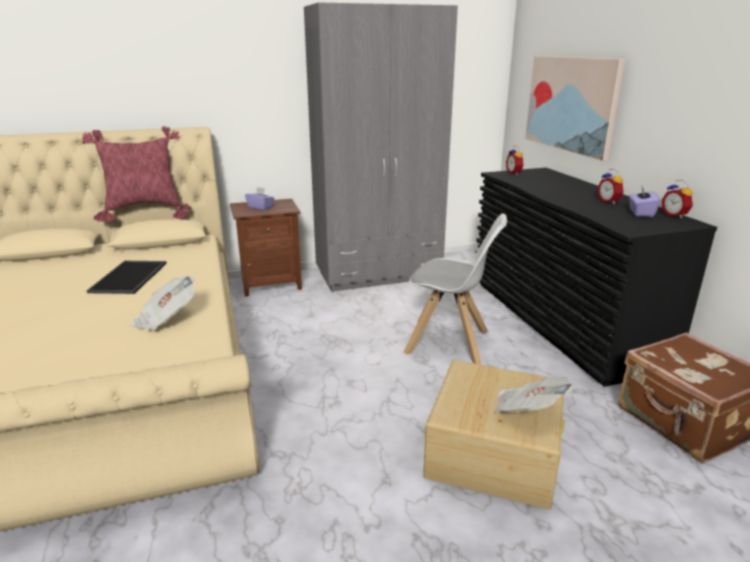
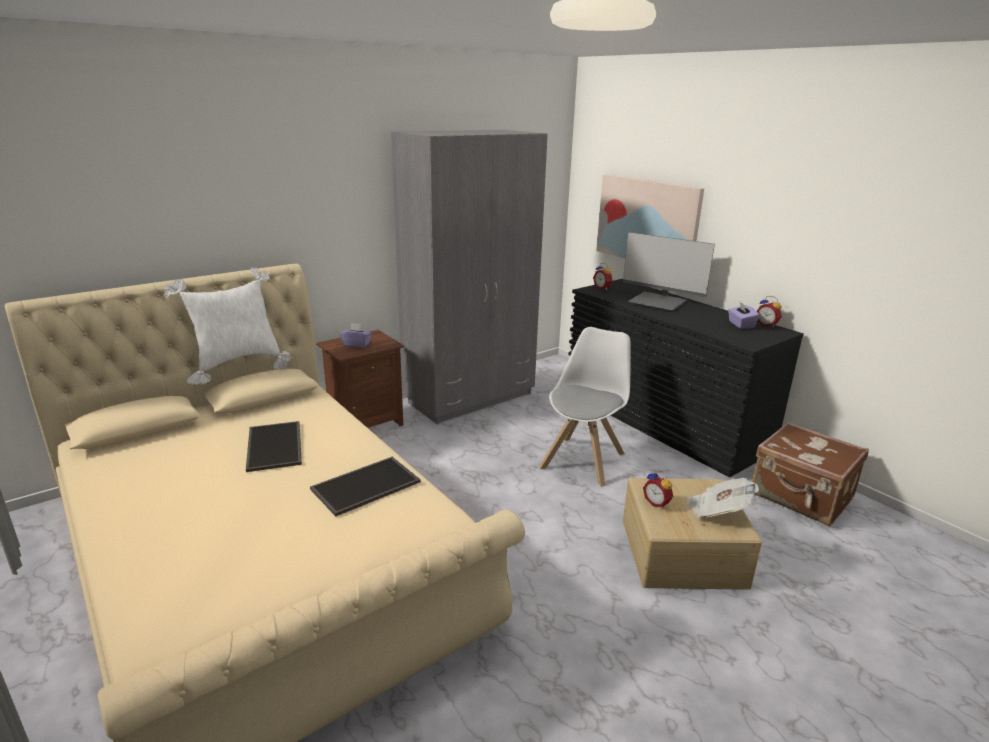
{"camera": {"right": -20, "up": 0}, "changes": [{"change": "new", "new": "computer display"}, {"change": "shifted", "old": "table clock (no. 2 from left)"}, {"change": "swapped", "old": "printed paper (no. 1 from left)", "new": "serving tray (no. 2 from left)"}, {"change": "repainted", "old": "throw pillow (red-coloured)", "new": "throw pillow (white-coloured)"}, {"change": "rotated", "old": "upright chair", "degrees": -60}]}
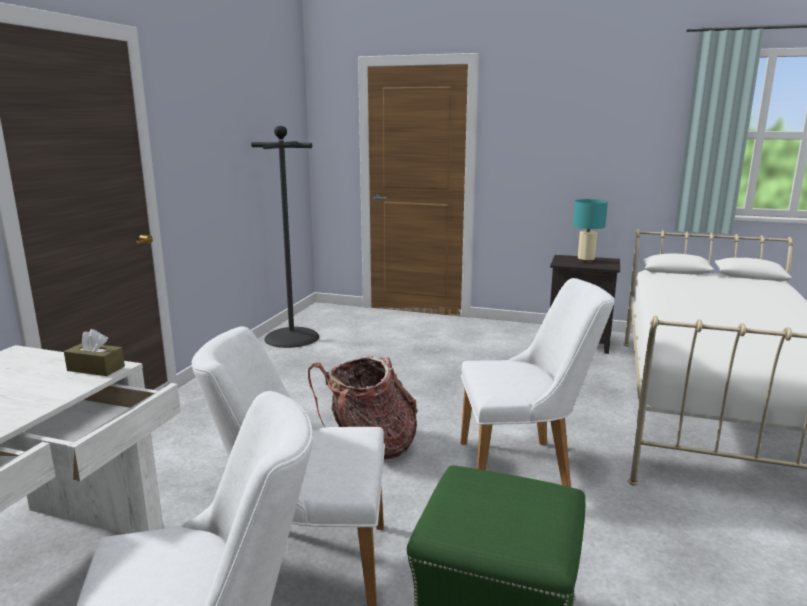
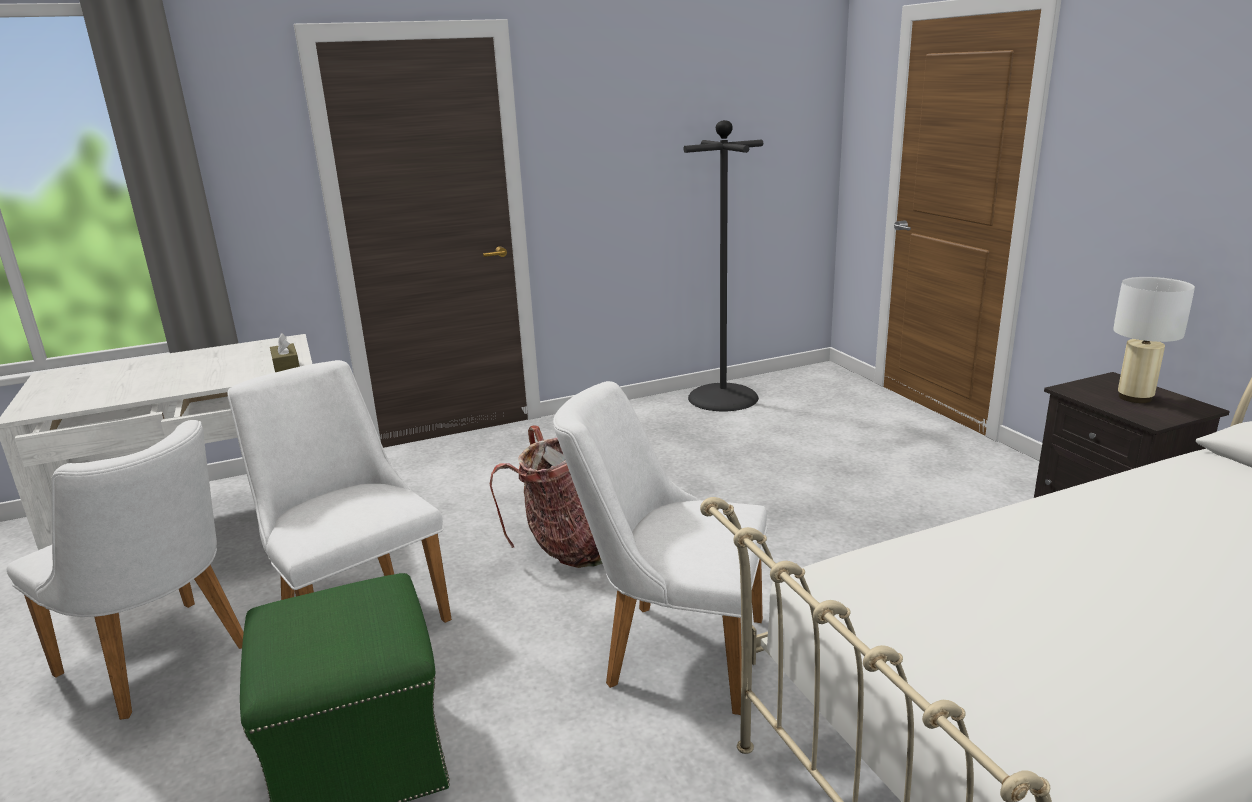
{"camera": {"right": 50, "up": 5}, "changes": [{"change": "repainted", "old": "lamp for a table (turquoise)", "new": "lamp for a table (white-coloured)"}, {"change": "rotated", "old": "upright chair (white-coloured) (no. 3 from left)", "degrees": 150}]}
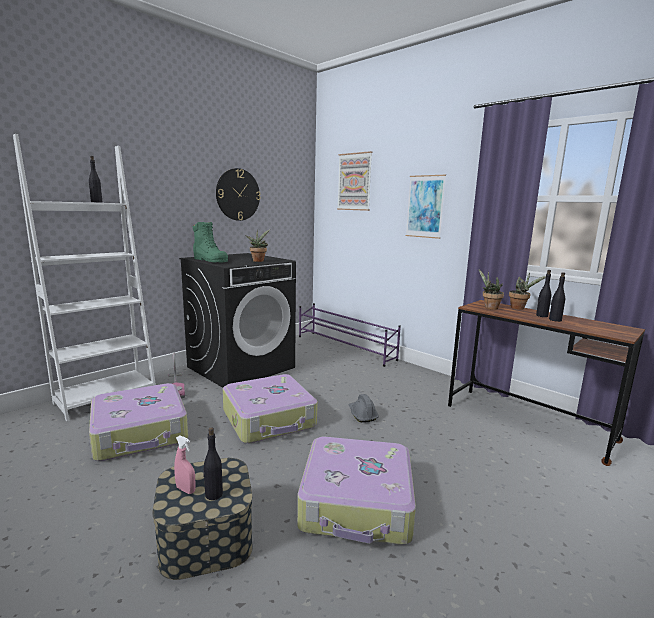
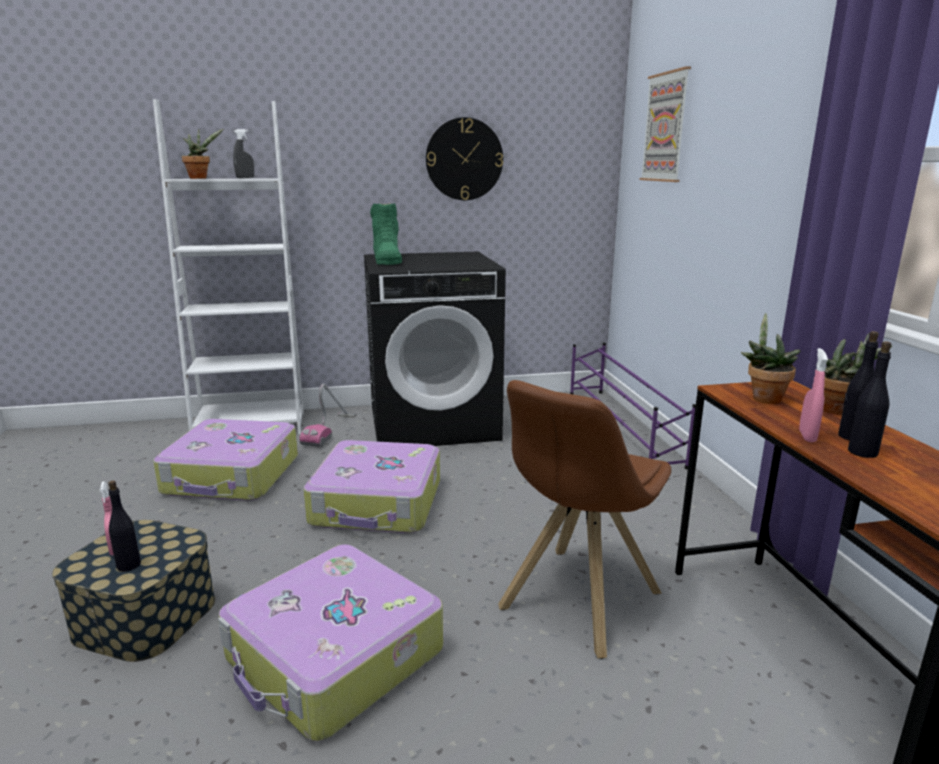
{"camera": {"right": 35, "up": 5}, "changes": [{"change": "gone", "old": "hard hat (greyish)"}, {"change": "gone", "old": "wall art (no. 2 from left)"}, {"change": "new", "new": "upright chair (brown-coloured)"}, {"change": "new", "new": "spray bottle (pink) (no. 2 from left)"}, {"change": "shifted", "old": "potted plant (no. 1 from left)"}, {"change": "swapped", "old": "beverage bottle (blackish) (no. 1 from left)", "new": "spray bottle (greyish)"}]}
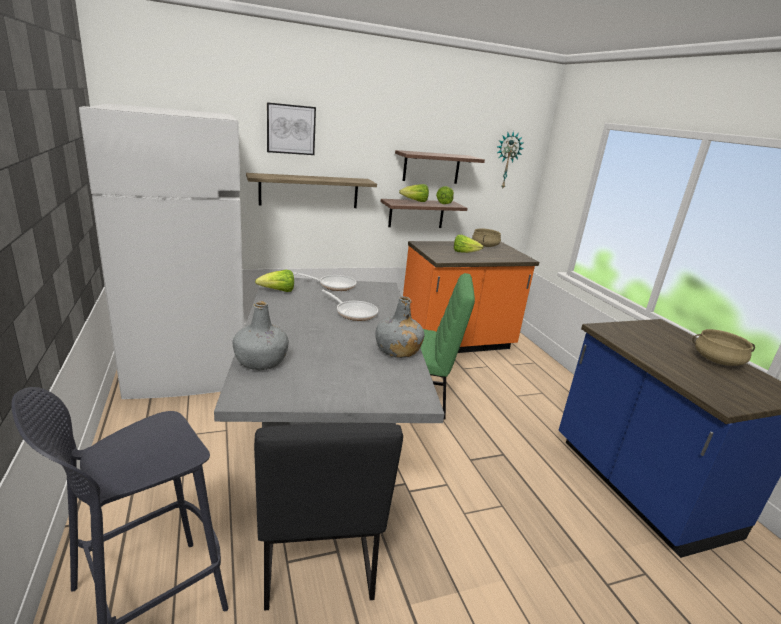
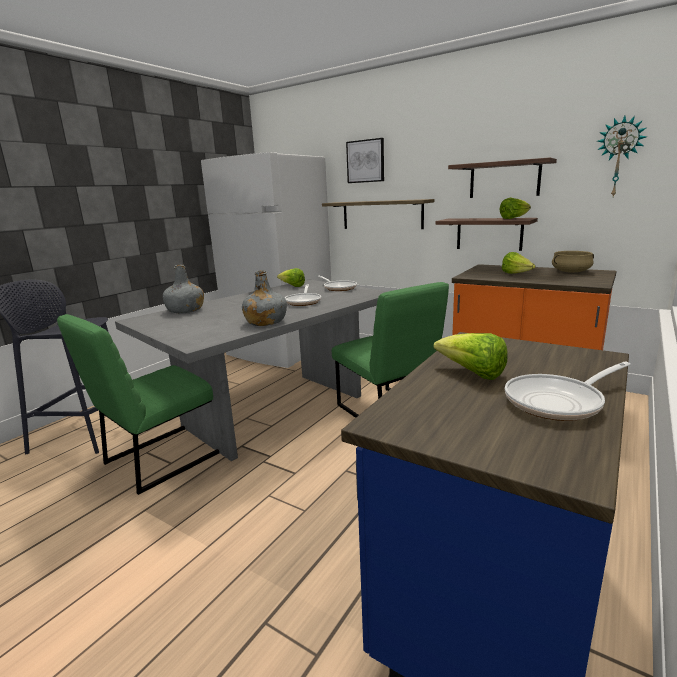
{"camera": {"right": 55, "up": -5}, "changes": [{"change": "shifted", "old": "lettuce (no. 2 from left)"}, {"change": "swapped", "old": "stockpot (beige-coloured) (no. 2 from left)", "new": "pan (no. 3 from left)"}, {"change": "repainted", "old": "upright chair (blackish)", "new": "upright chair (green) (no. 1 from left)"}]}
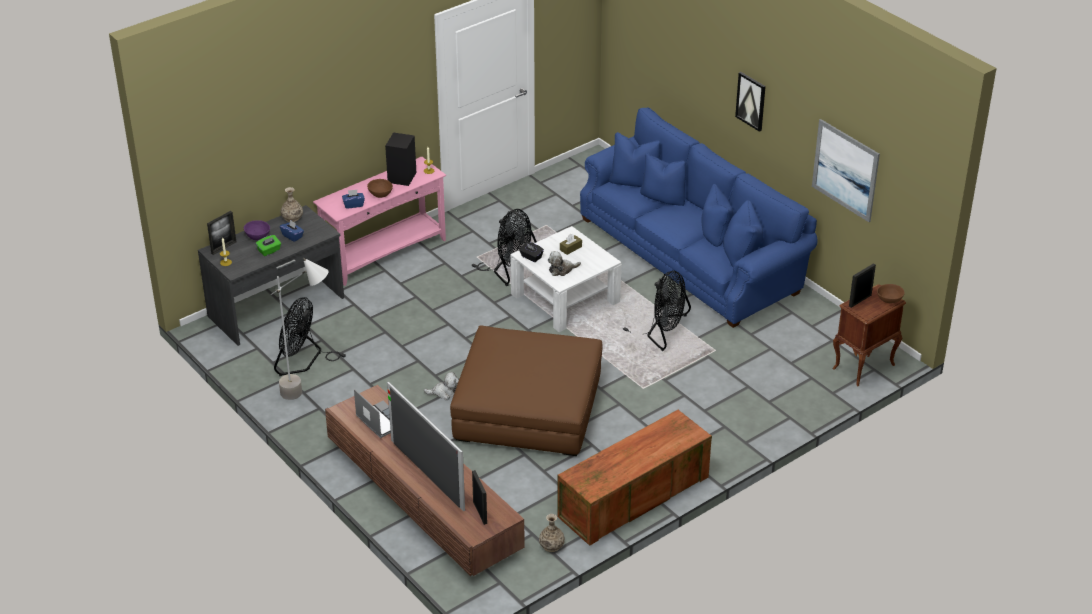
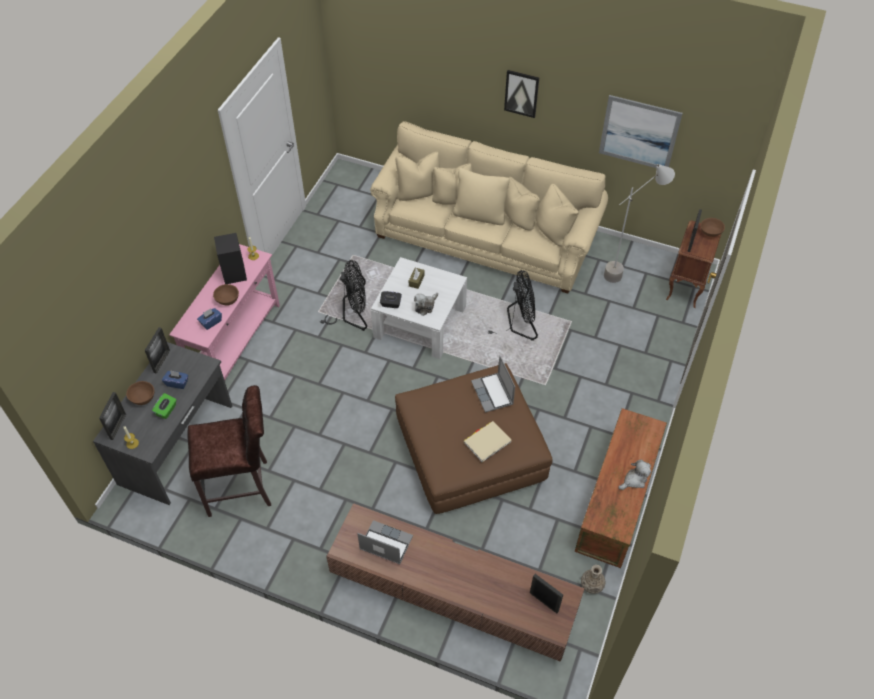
{"camera": {"right": -30, "up": 15}, "changes": [{"change": "gone", "old": "TV"}, {"change": "new", "new": "throw pillow (beige-coloured)"}, {"change": "new", "new": "book (beige-coloured)"}, {"change": "new", "new": "notebook computer (no. 2 from left)"}, {"change": "shifted", "old": "floor lamp (greyish)"}, {"change": "shifted", "old": "plush toy (no. 1 from left in the first image)", "new": "plush toy (no. 2 from left)"}, {"change": "swapped", "old": "fan (blackish) (no. 1 from left)", "new": "stool (brown-coloured)"}, {"change": "swapped", "old": "flower vase (no. 1 from left)", "new": "picture frame (no. 2 from left)"}, {"change": "repainted", "old": "deep dish (purple)", "new": "deep dish (brown-coloured) (no. 1 from left)"}, {"change": "repainted", "old": "settee (bluish)", "new": "settee (beige-coloured)"}]}
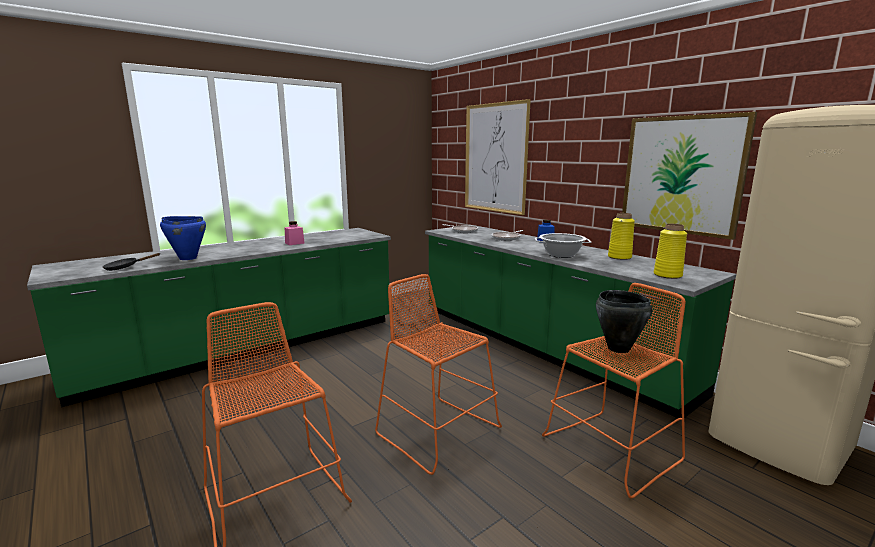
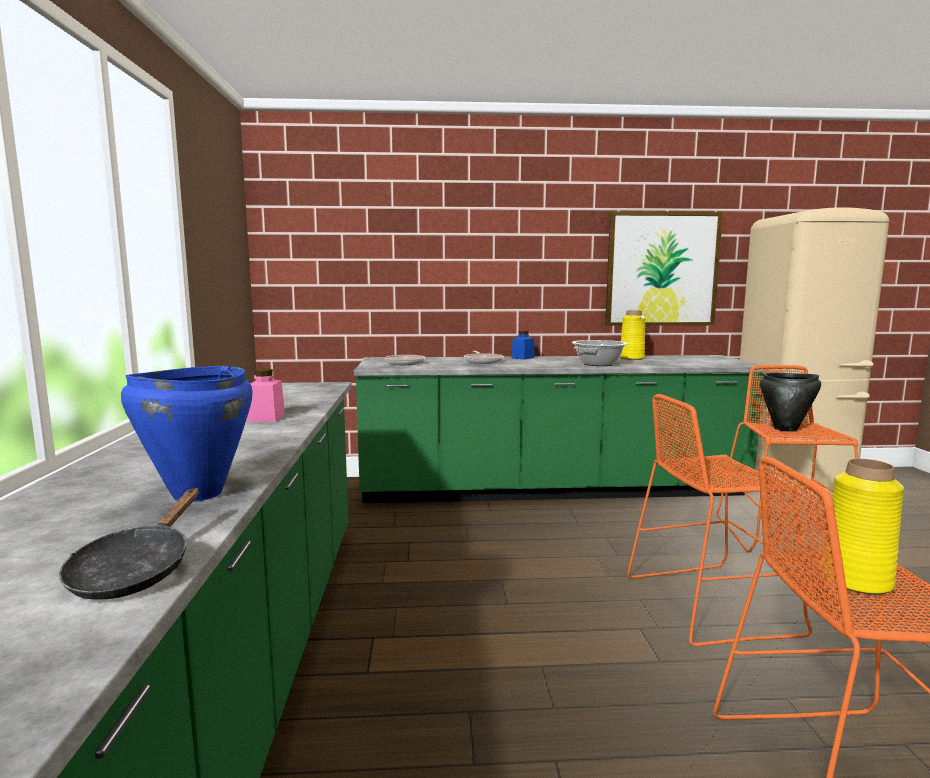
{"camera": {"right": -55, "up": -5}, "changes": [{"change": "gone", "old": "wall art (no. 1 from left)"}, {"change": "shifted", "old": "flower vase (yellow) (no. 2 from left)"}]}
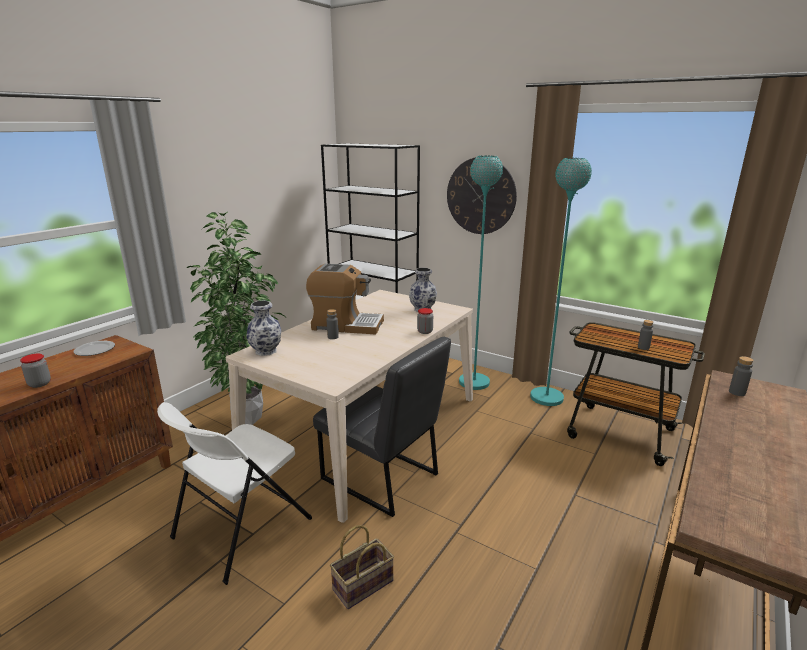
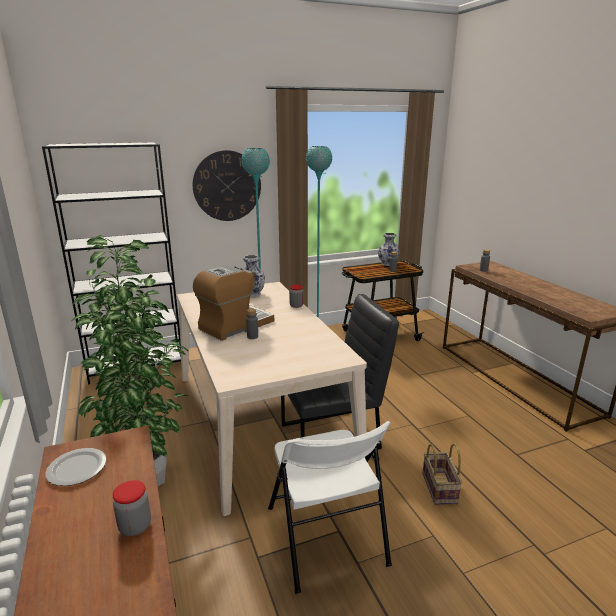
{"camera": {"right": -55, "up": 0}, "changes": [{"change": "shifted", "old": "flower vase (no. 1 from left in the first image)", "new": "flower vase (no. 2 from left)"}]}
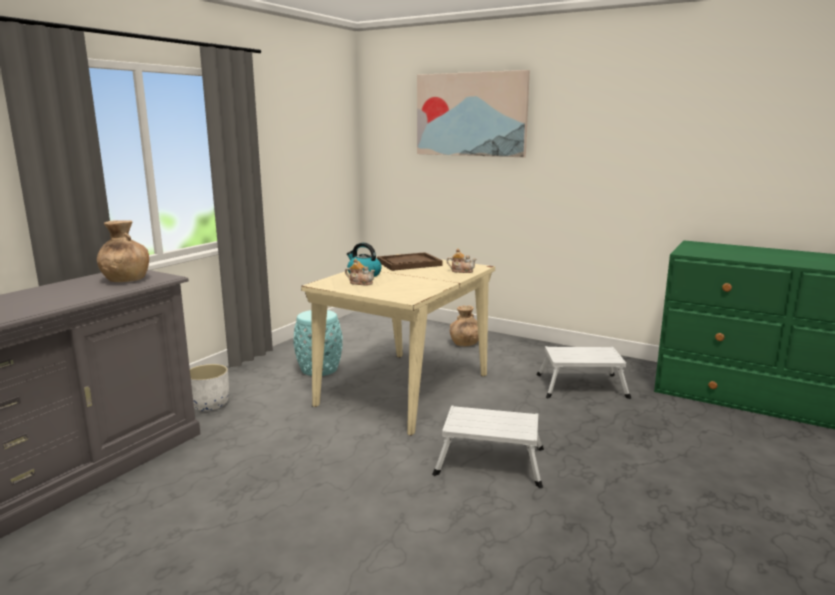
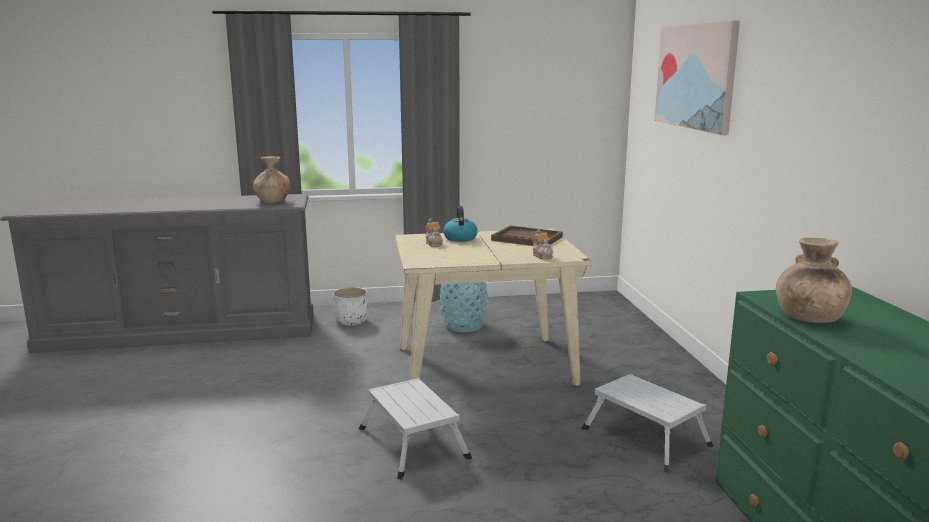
{"camera": {"right": 50, "up": 0}, "changes": [{"change": "shifted", "old": "flower vase (brown-coloured) (no. 2 from left)"}]}
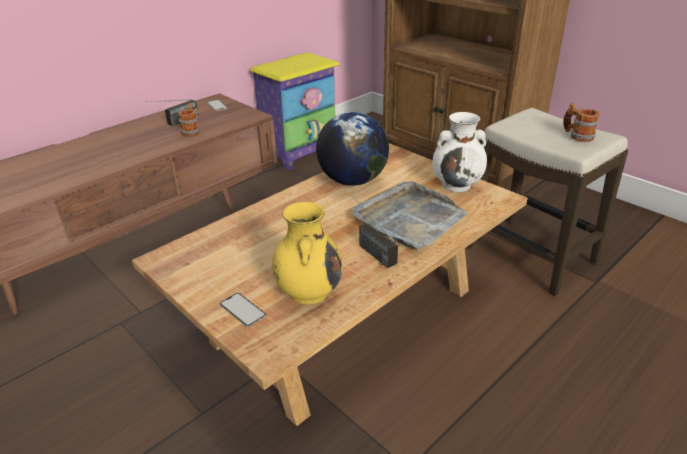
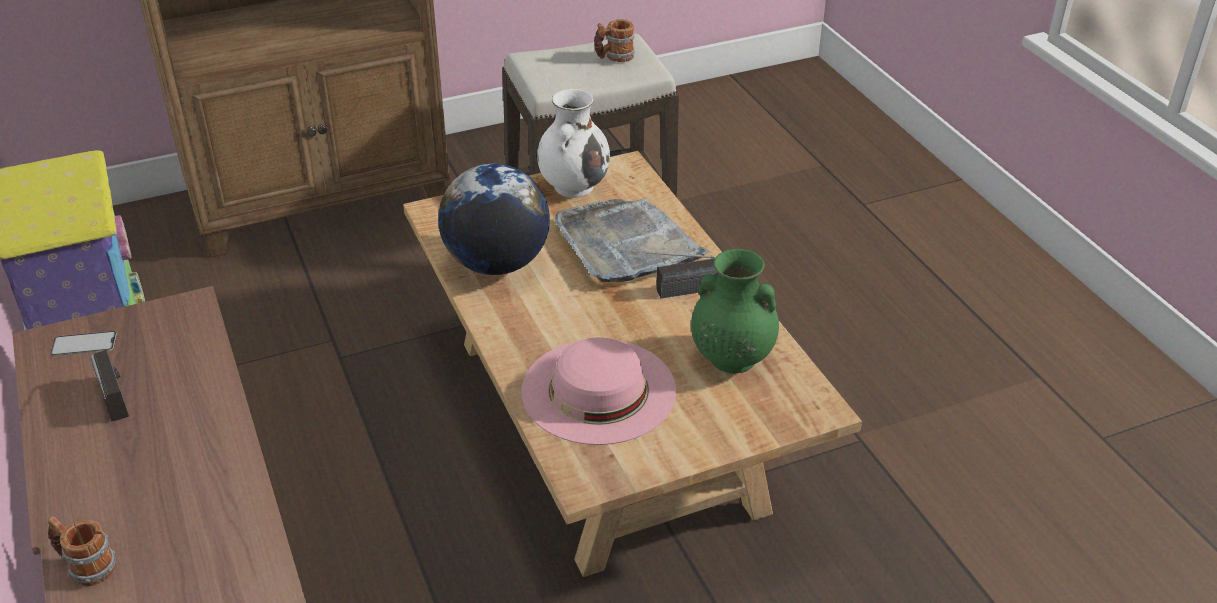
{"camera": {"right": -70, "up": 5}, "changes": [{"change": "gone", "old": "telephone (no. 2 from left)"}, {"change": "new", "new": "wearable hat (pink)"}, {"change": "shifted", "old": "mug (no. 1 from left)"}, {"change": "repainted", "old": "flower vase (yellow)", "new": "flower vase (green)"}]}
